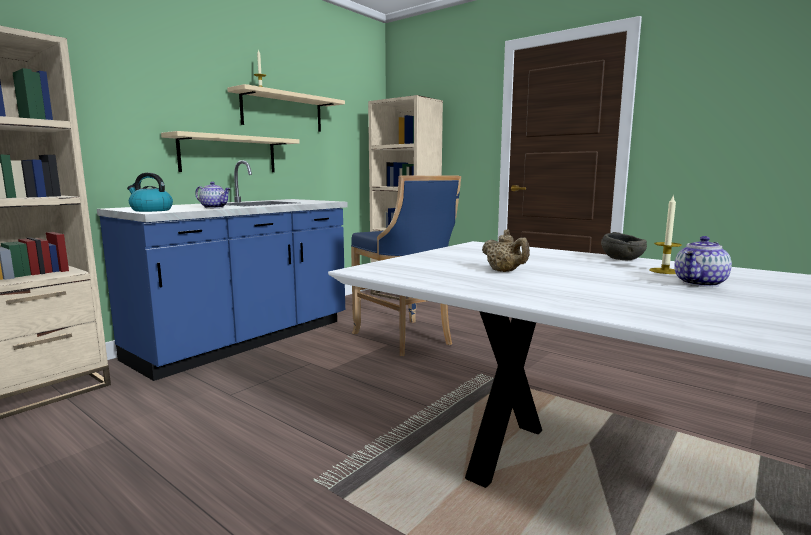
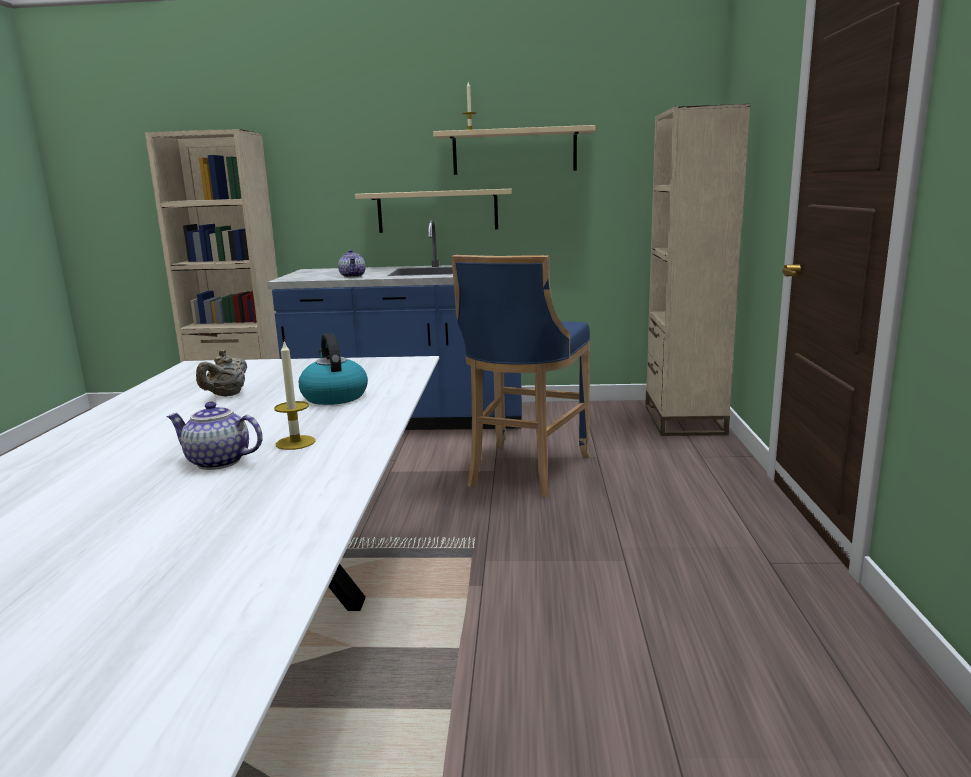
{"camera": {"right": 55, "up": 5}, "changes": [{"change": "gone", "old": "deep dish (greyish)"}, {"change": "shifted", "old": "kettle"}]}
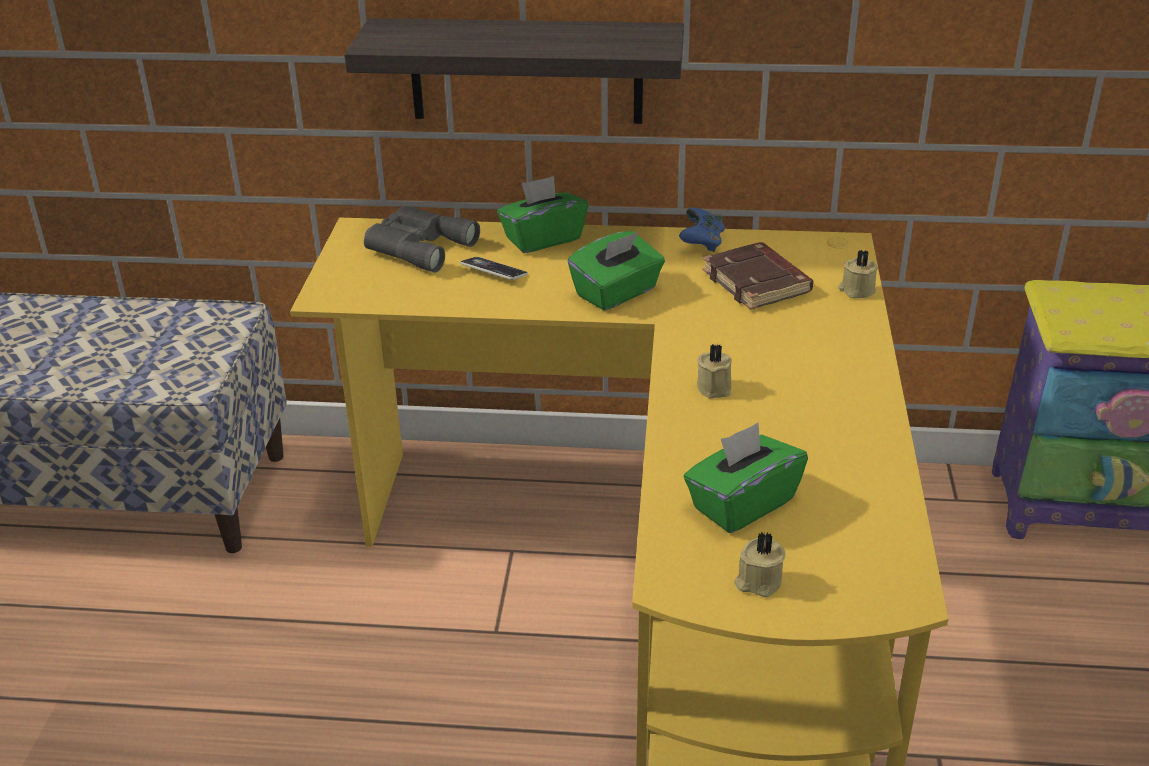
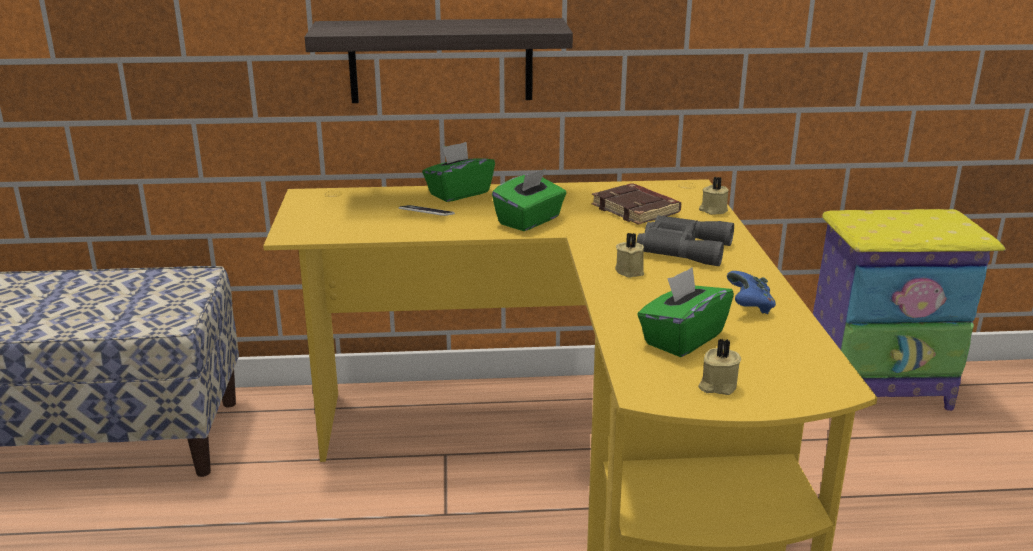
{"camera": {"right": -10, "up": -10}, "changes": [{"change": "shifted", "old": "binoculars (greyish)"}, {"change": "shifted", "old": "joypad (bluish)"}]}
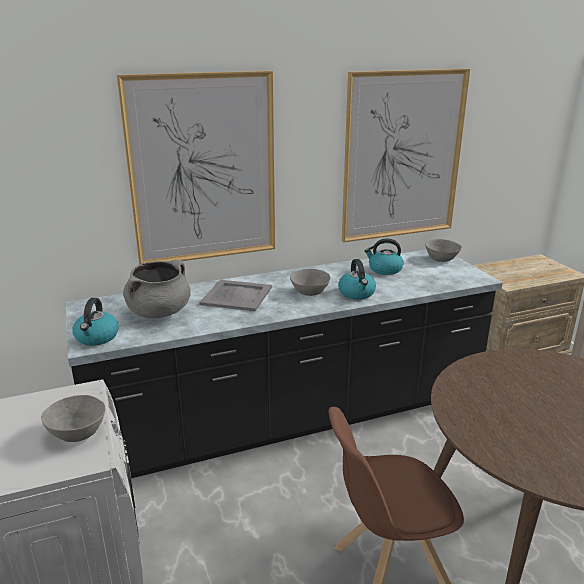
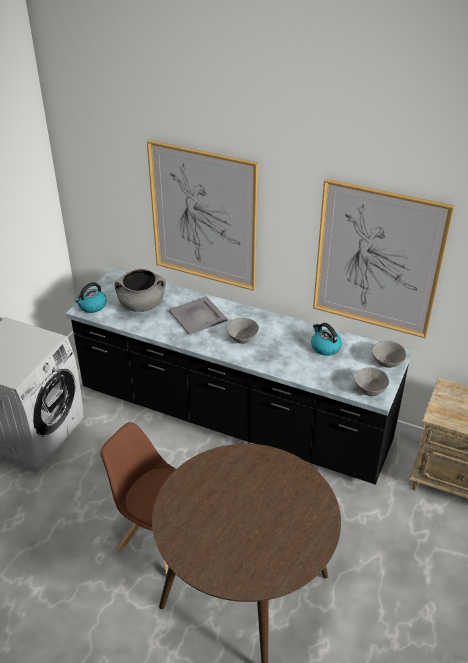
{"camera": {"right": 45, "up": 15}, "changes": [{"change": "gone", "old": "kettle (no. 2 from left)"}, {"change": "shifted", "old": "deep dish (greyish) (no. 1 from left in the first image)", "new": "deep dish (greyish) (no. 2 from left)"}]}
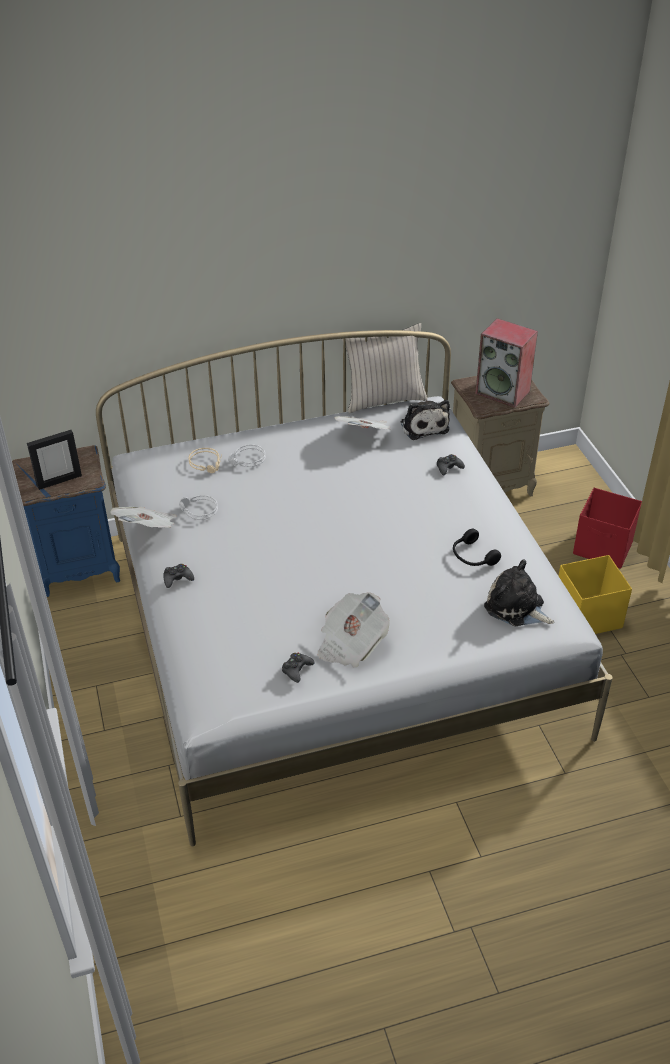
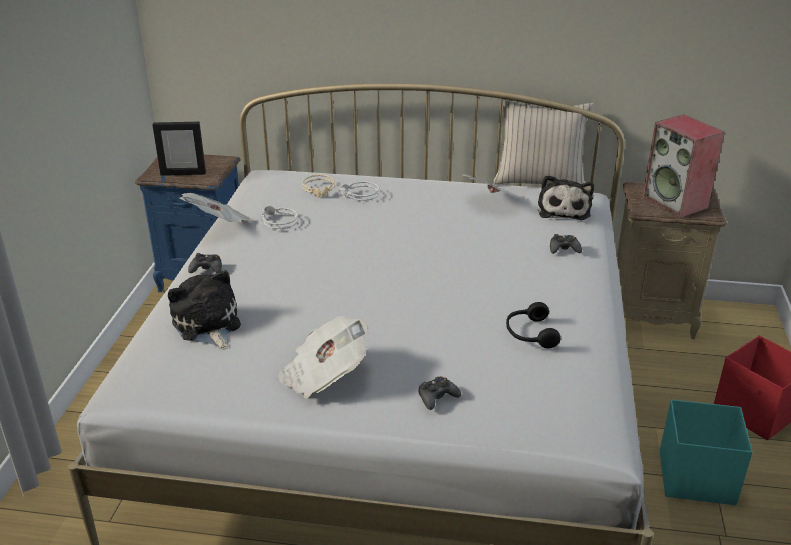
{"camera": {"right": 25, "up": -10}, "changes": [{"change": "shifted", "old": "joypad (blackish) (no. 2 from left)"}, {"change": "shifted", "old": "plush toy (no. 2 from left in the first image)", "new": "plush toy (no. 1 from left)"}, {"change": "repainted", "old": "storage box (yellow)", "new": "storage box (turquoise)"}]}
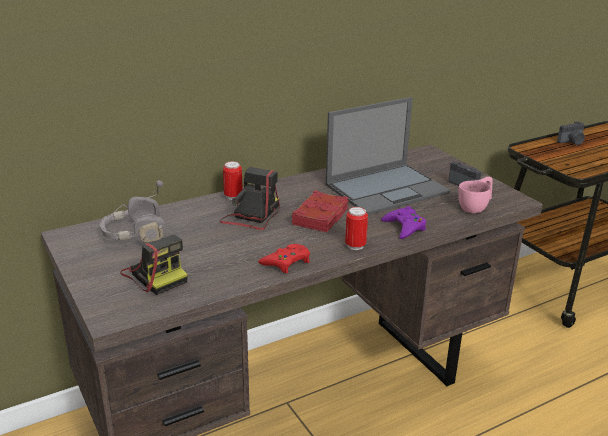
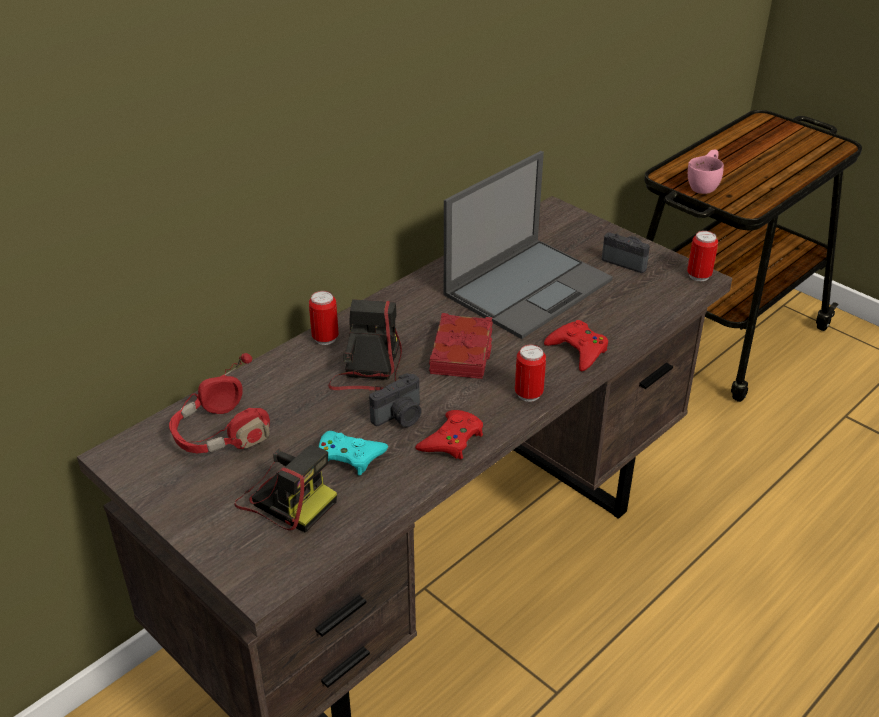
{"camera": {"right": -15, "up": 10}, "changes": [{"change": "new", "new": "joypad (turquoise)"}, {"change": "new", "new": "can (no. 3 from left)"}, {"change": "shifted", "old": "small cup (pink)"}, {"change": "shifted", "old": "photo camera (no. 4 from left in the first image)", "new": "photo camera (no. 3 from left)"}, {"change": "repainted", "old": "headphones (greyish)", "new": "headphones (red-coloured)"}, {"change": "repainted", "old": "joypad (purple)", "new": "joypad (red-coloured) (no. 2 from left)"}]}
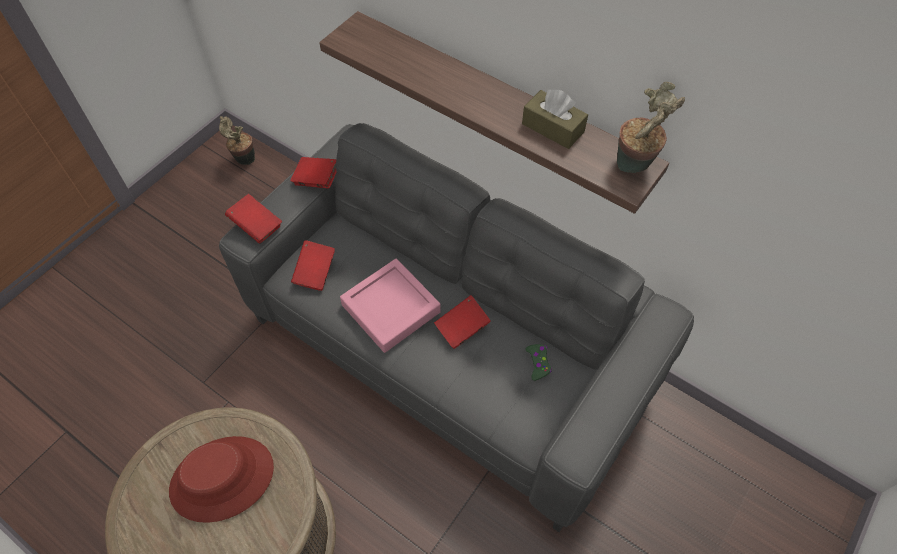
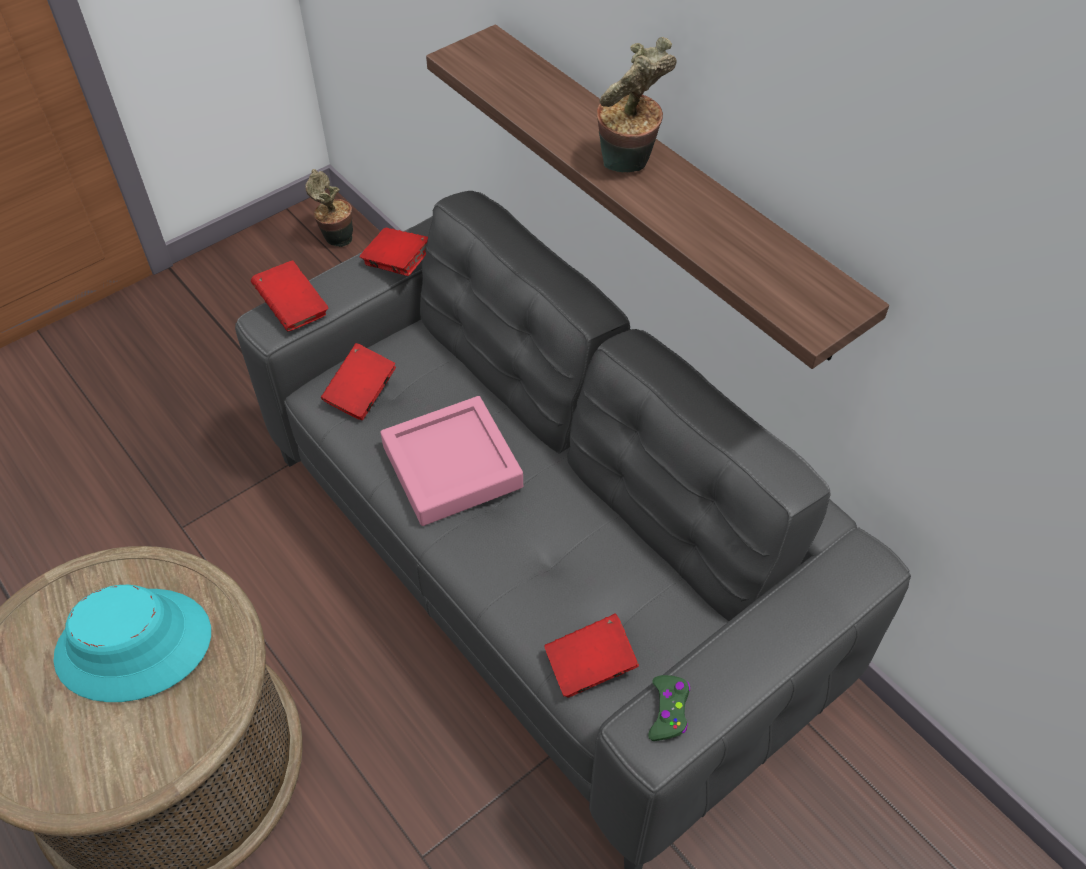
{"camera": {"right": 15, "up": -5}, "changes": [{"change": "gone", "old": "tissue holder (brown-coloured)"}, {"change": "shifted", "old": "book (red-coloured) (no. 4 from left)"}, {"change": "shifted", "old": "joypad (green)"}, {"change": "shifted", "old": "potted plant (no. 2 from left)"}, {"change": "repainted", "old": "wearable hat (red-coloured)", "new": "wearable hat (turquoise)"}]}
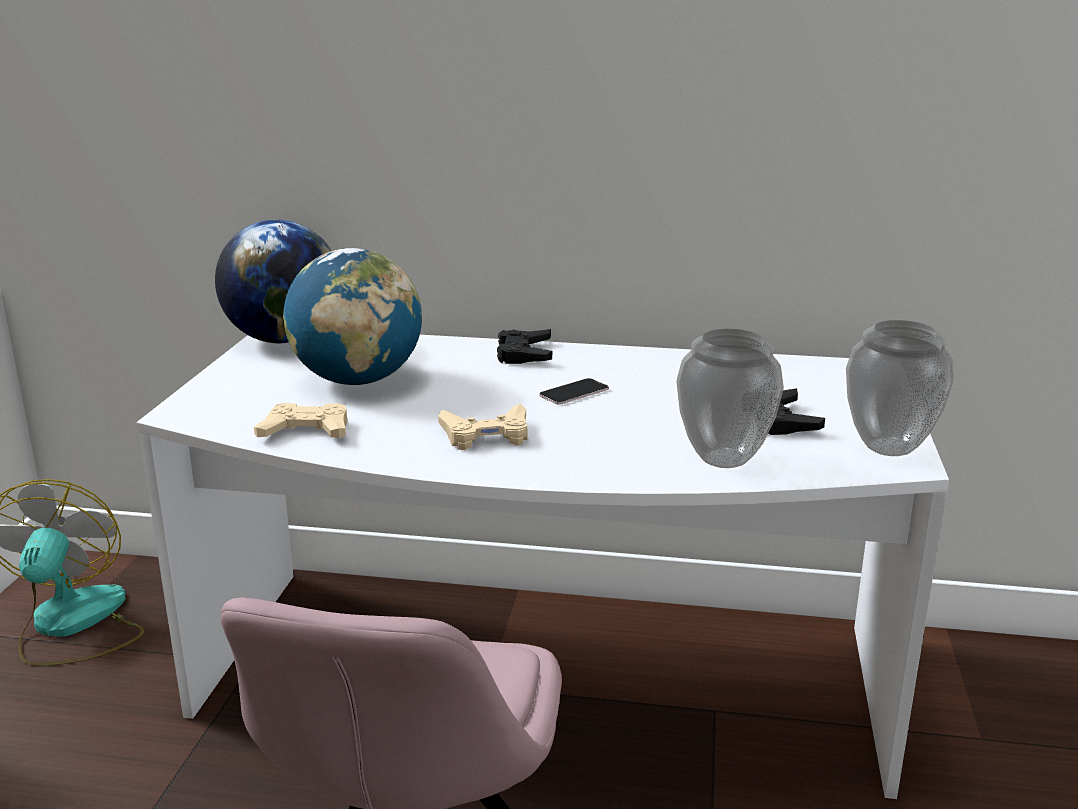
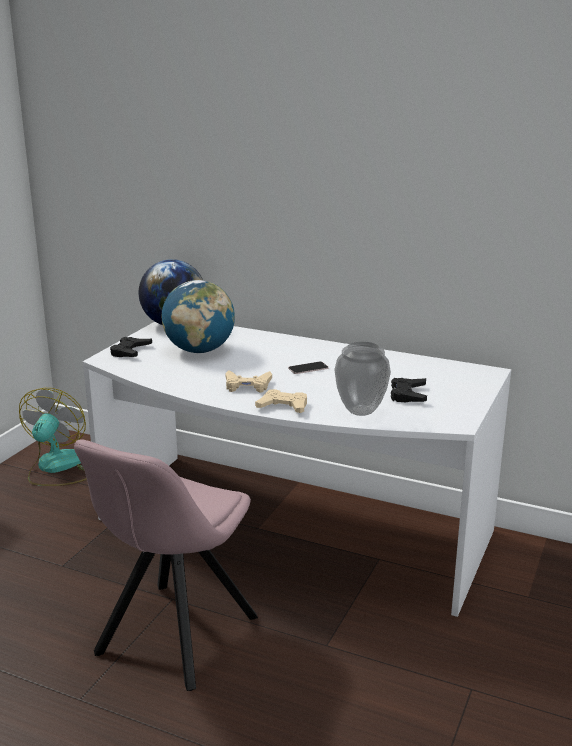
{"camera": {"right": 15, "up": 0}, "changes": [{"change": "gone", "old": "flower vase (no. 2 from left)"}, {"change": "shifted", "old": "joypad (beige-coloured) (no. 1 from left in the first image)", "new": "joypad (beige-coloured) (no. 2 from left)"}, {"change": "shifted", "old": "joypad (blackish) (no. 1 from left)"}]}
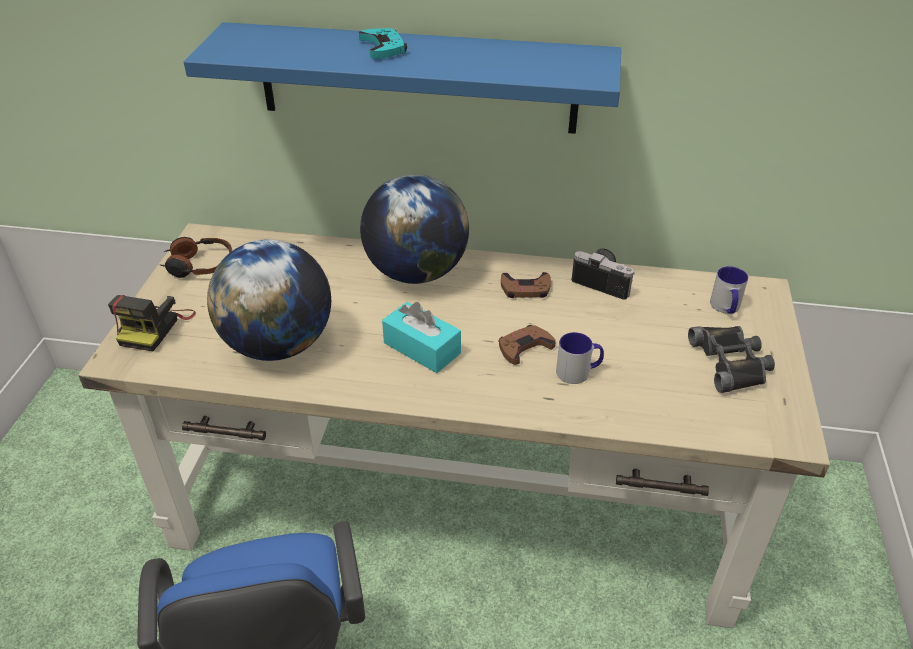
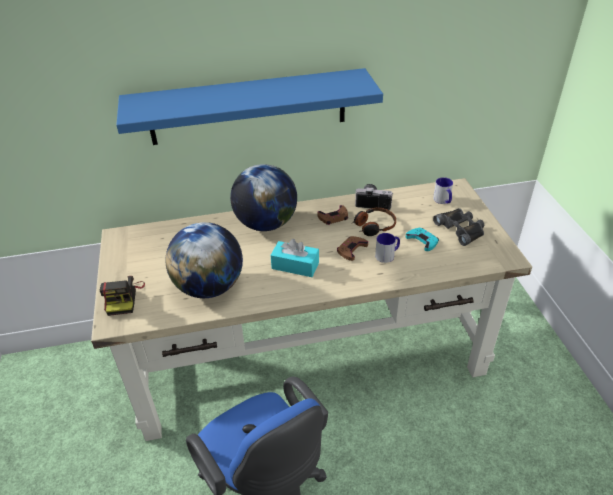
{"camera": {"right": -20, "up": 0}, "changes": [{"change": "shifted", "old": "headphones"}, {"change": "shifted", "old": "joypad (turquoise)"}]}
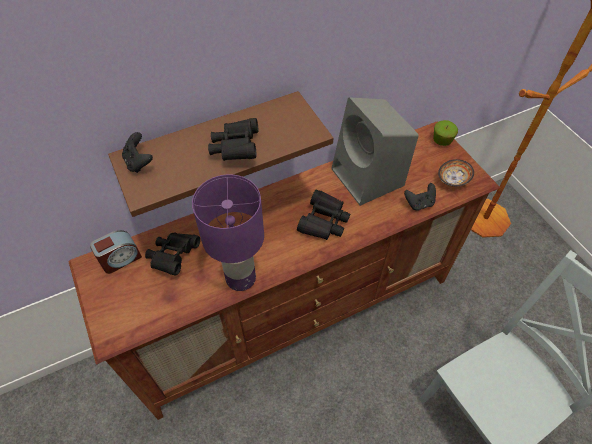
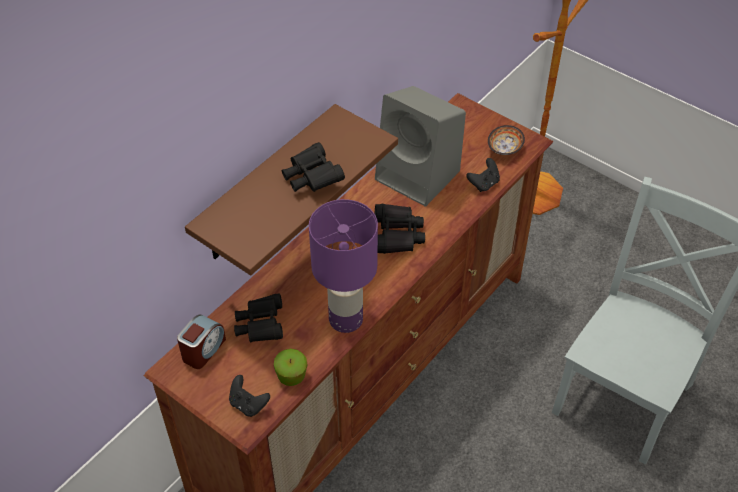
{"camera": {"right": -25, "up": -5}, "changes": [{"change": "shifted", "old": "joypad (blackish) (no. 1 from left)"}, {"change": "shifted", "old": "whole apple"}]}
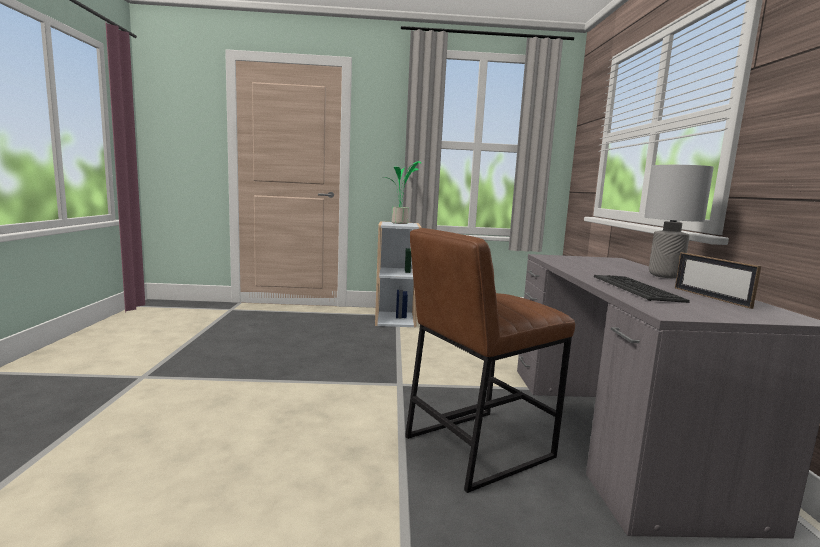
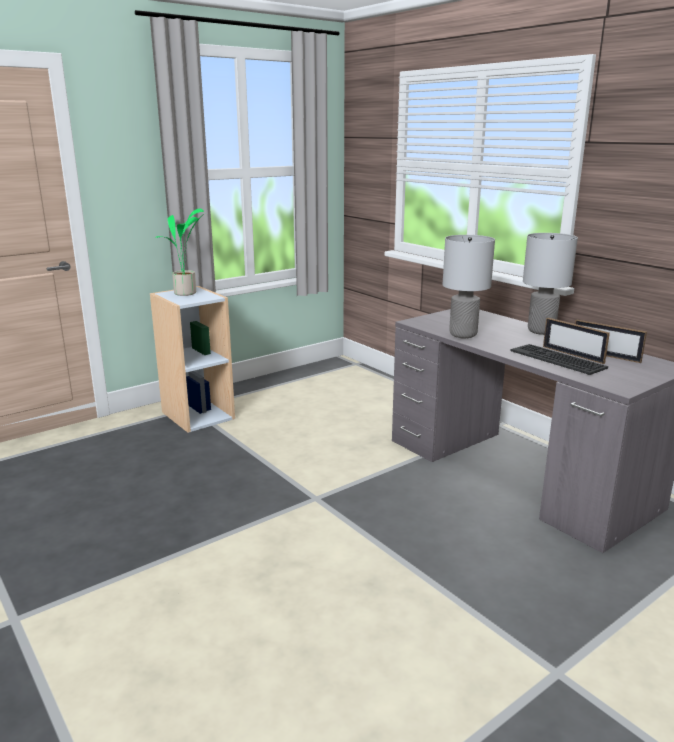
{"camera": {"right": -35, "up": 10}, "changes": [{"change": "gone", "old": "upright chair (brown-coloured)"}, {"change": "new", "new": "lamp for a table (greyish) (no. 1 from left)"}, {"change": "new", "new": "picture frame (no. 1 from left)"}]}
